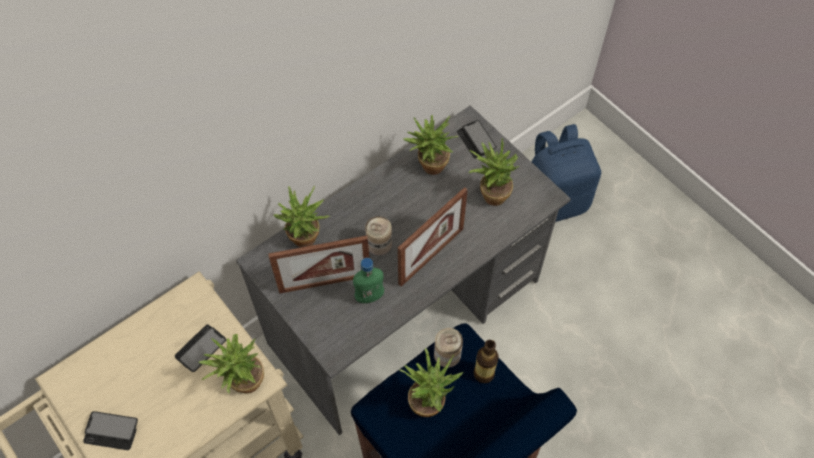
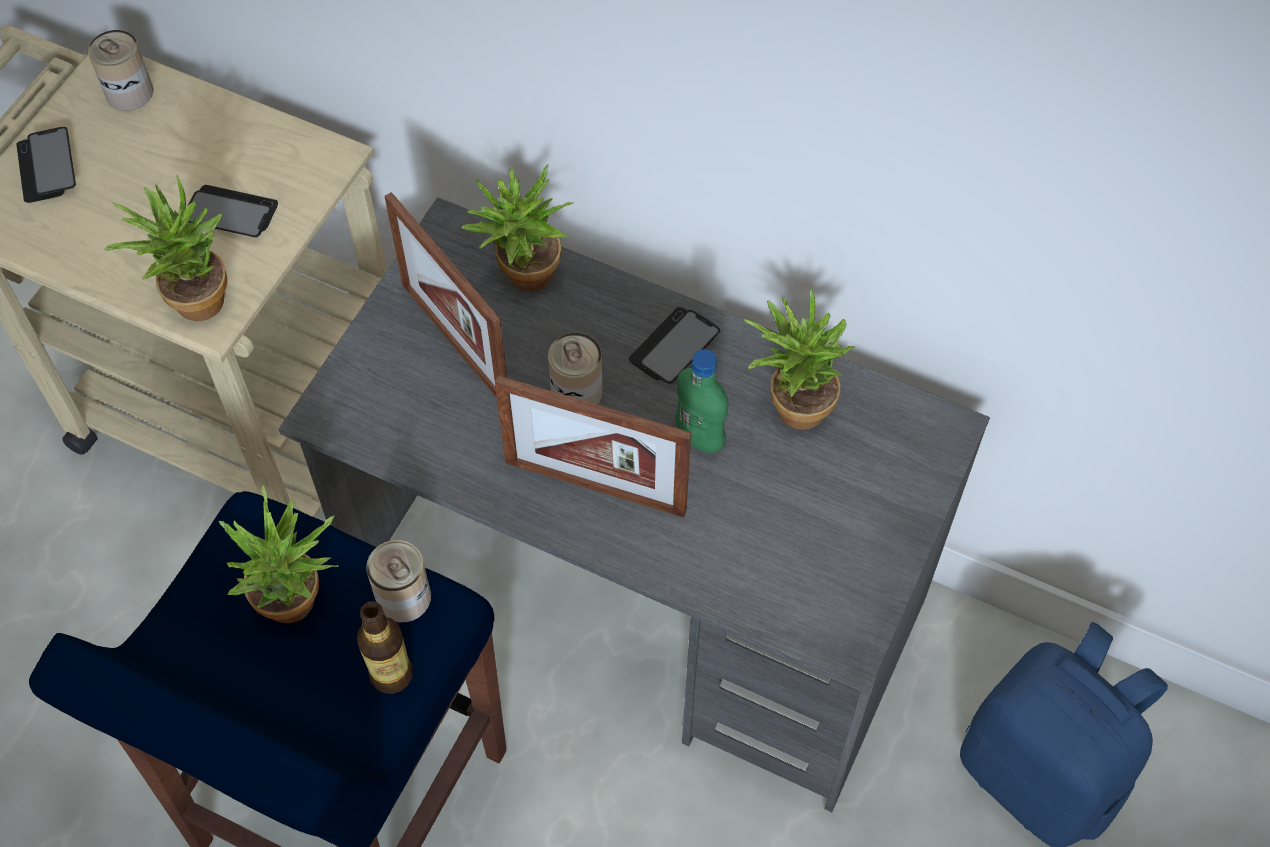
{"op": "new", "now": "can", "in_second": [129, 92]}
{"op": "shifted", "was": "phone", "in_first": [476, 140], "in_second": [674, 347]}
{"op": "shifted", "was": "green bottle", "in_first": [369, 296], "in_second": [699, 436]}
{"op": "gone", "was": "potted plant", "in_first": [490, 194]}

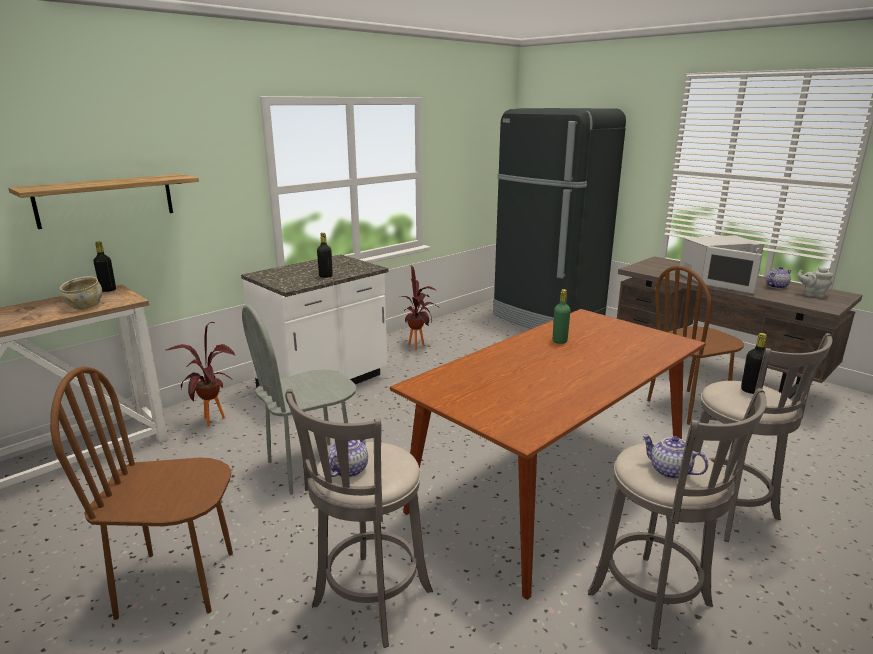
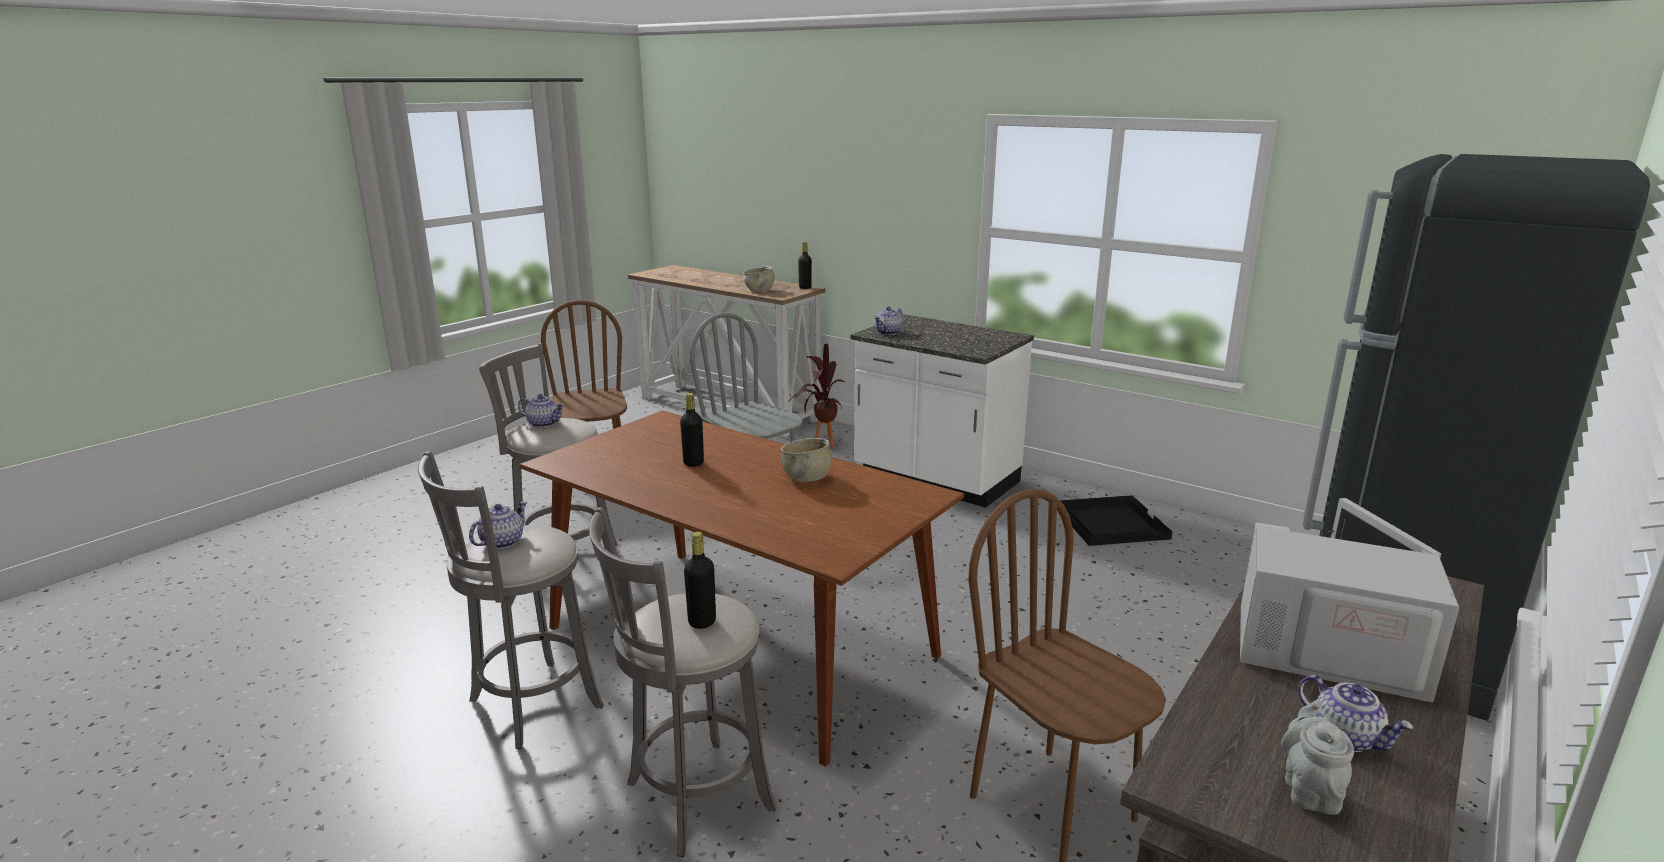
{"op": "shifted", "was": "black bottle", "in_first": [325, 276], "in_second": [693, 463]}
{"op": "swapped", "was": "green bottle", "now": "beige bowl", "in_first": [559, 341], "in_second": [807, 477]}
{"op": "new", "now": "teapot", "in_second": [888, 332]}
{"op": "swapped", "was": "potted plant", "now": "black tray", "in_first": [420, 345], "in_second": [1109, 522]}
{"op": "rotated", "was": "white microwave", "in_first": [716, 278], "in_second": [1332, 649], "clockwise": 135}
{"op": "gone", "was": "shelf", "in_first": [105, 200]}

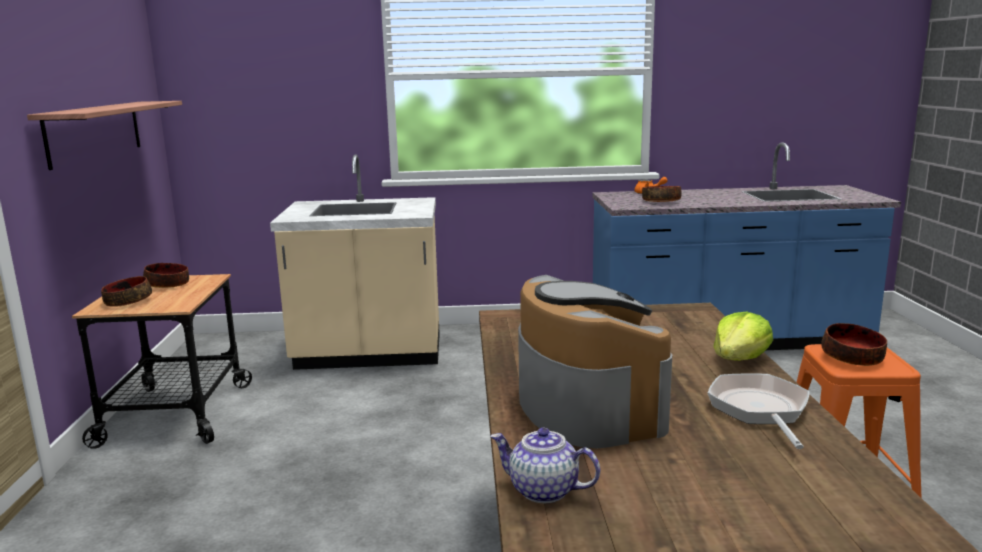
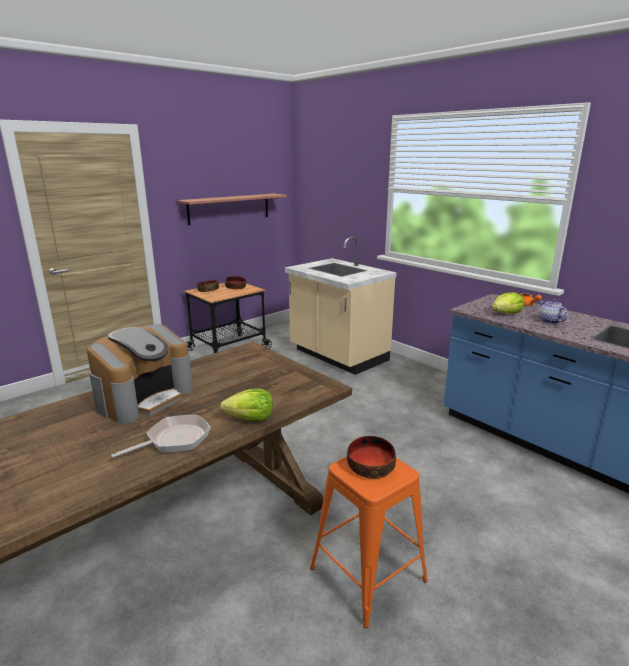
{"op": "swapped", "was": "bowl", "now": "lettuce", "in_first": [661, 201], "in_second": [506, 314]}
{"op": "shifted", "was": "teapot", "in_first": [542, 490], "in_second": [549, 321]}

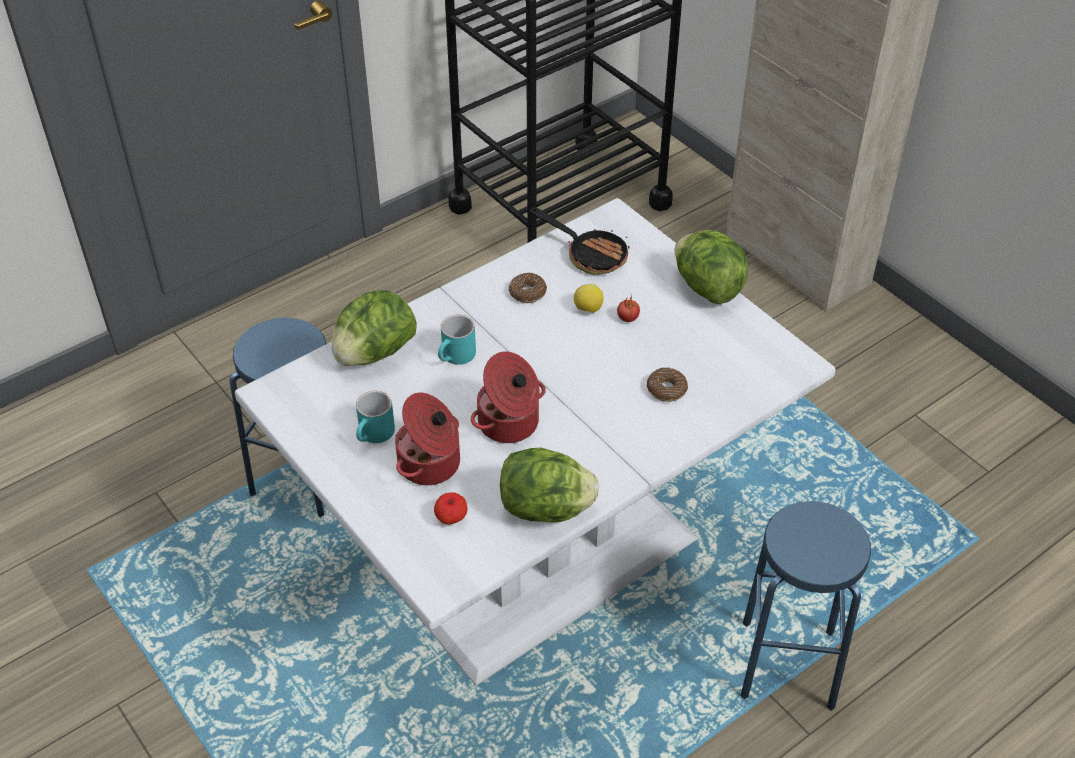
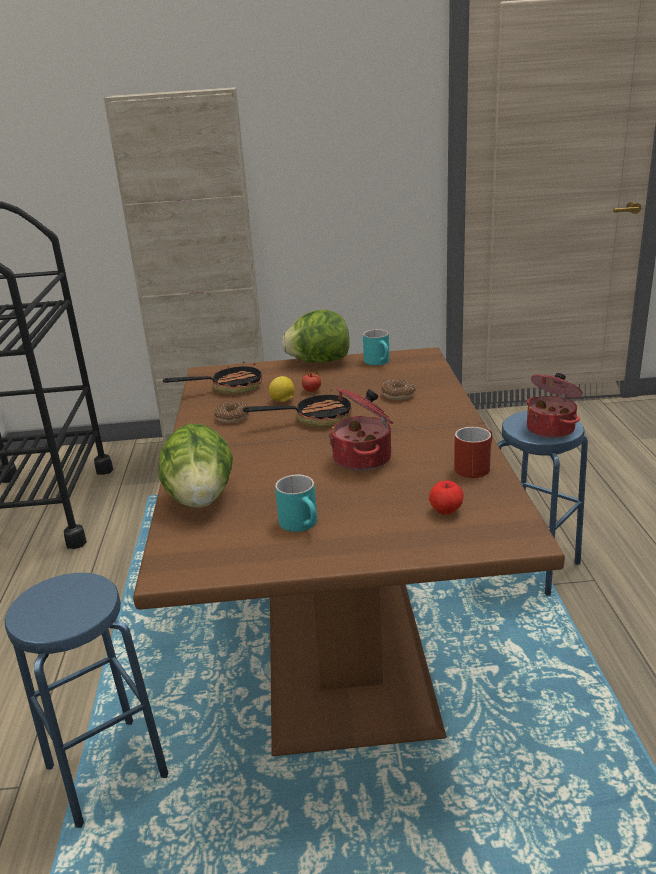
{"op": "repainted", "was": "white dining table", "now": "brown dining table", "in_first": [537, 554], "in_second": [341, 647]}
{"op": "new", "now": "frying pan", "in_second": [314, 419]}
{"op": "shifted", "was": "turquoise mug", "in_first": [456, 357], "in_second": [380, 362]}
{"op": "swapped", "was": "lettuce", "now": "red mug", "in_first": [546, 509], "in_second": [475, 466]}
{"op": "shifted", "was": "cooking pot", "in_first": [431, 464], "in_second": [551, 429]}

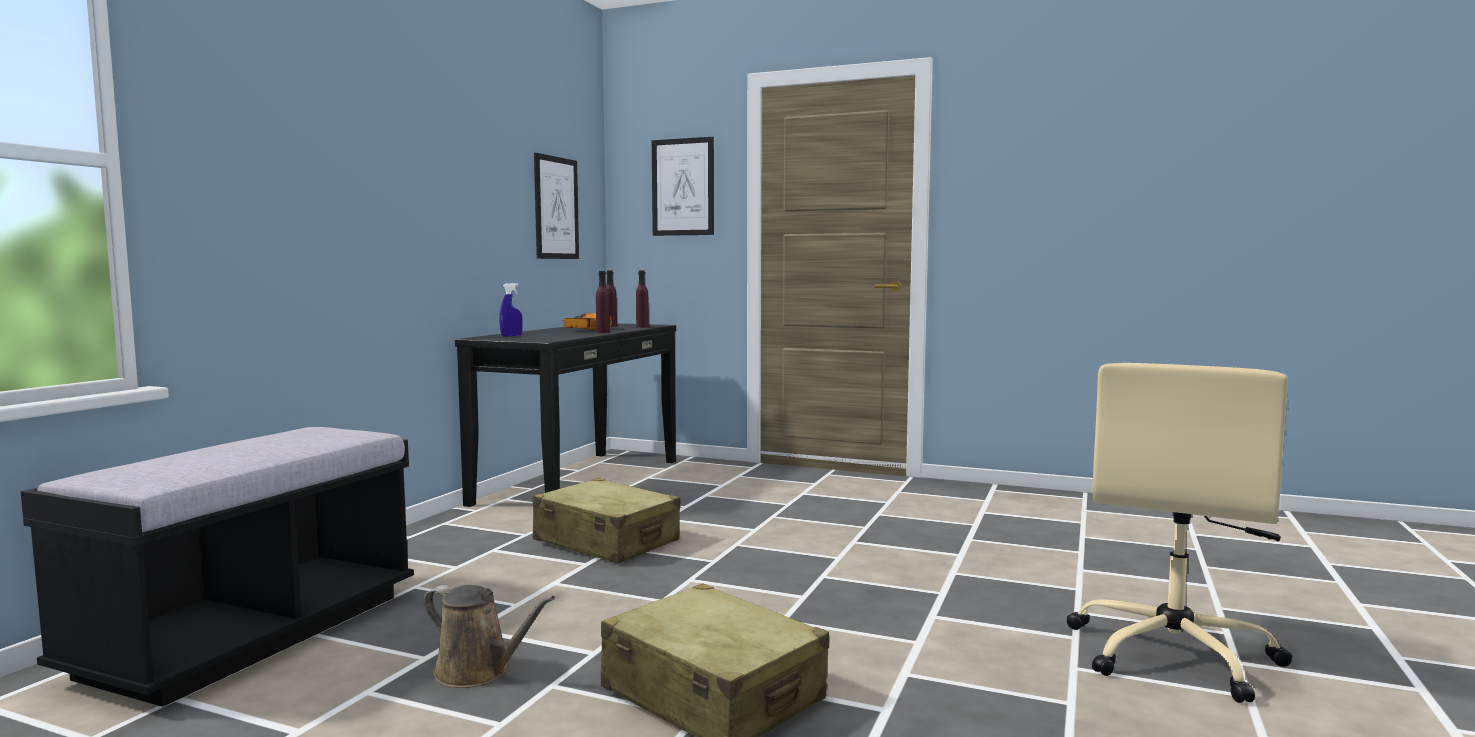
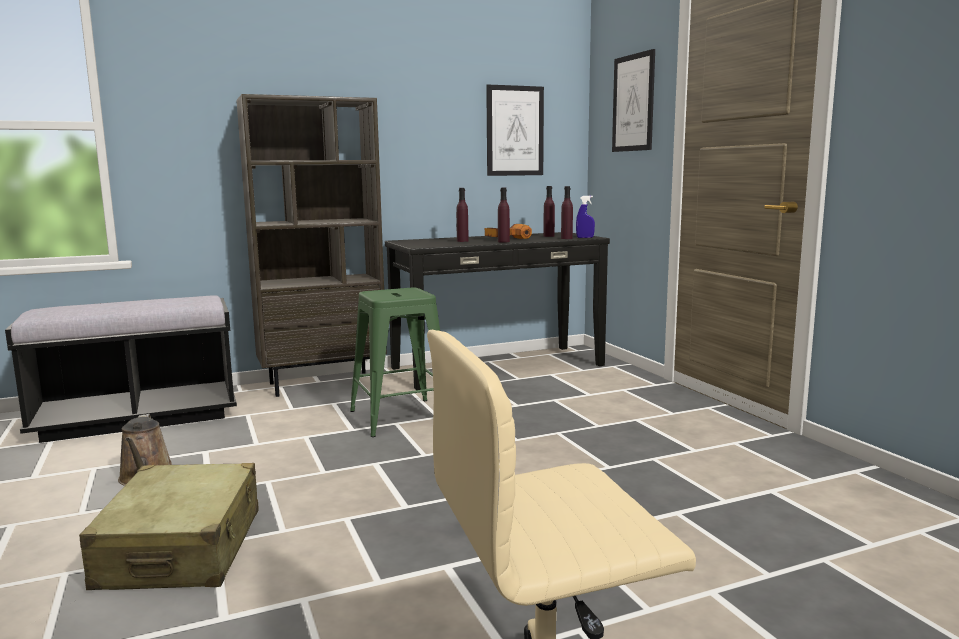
{"op": "new", "now": "brown bookcase", "in_second": [323, 383]}
{"op": "swapped", "was": "beige suitcase", "now": "green stool", "in_first": [606, 541], "in_second": [401, 417]}
{"op": "new", "now": "purple bottle", "in_second": [462, 241]}
{"op": "shifted", "was": "blue spray bottle", "in_first": [511, 336], "in_second": [585, 237]}

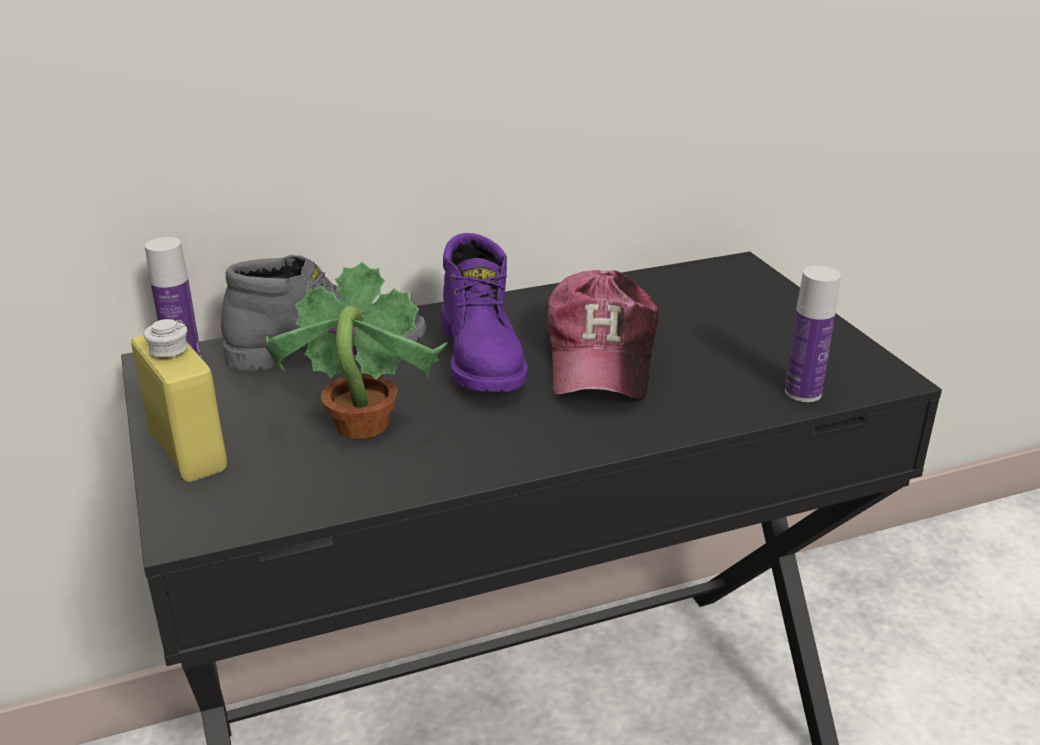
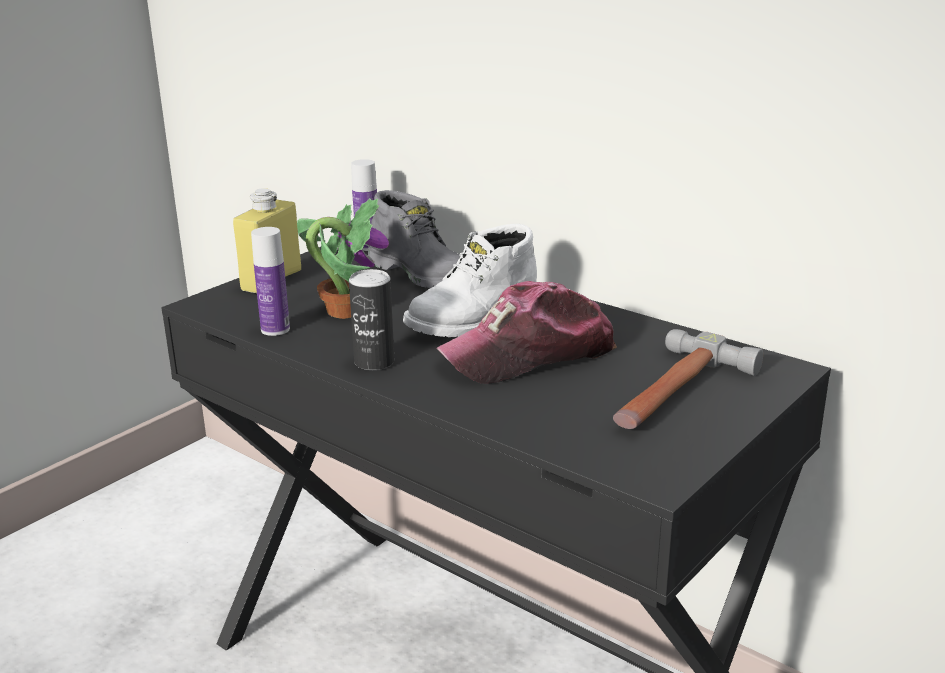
{"op": "shifted", "was": "bottle", "in_first": [803, 392], "in_second": [275, 329]}
{"op": "new", "now": "can", "in_second": [374, 362]}
{"op": "repainted", "was": "purple boot", "now": "white boot", "in_first": [483, 357], "in_second": [475, 318]}
{"op": "new", "now": "hammer", "in_second": [674, 394]}

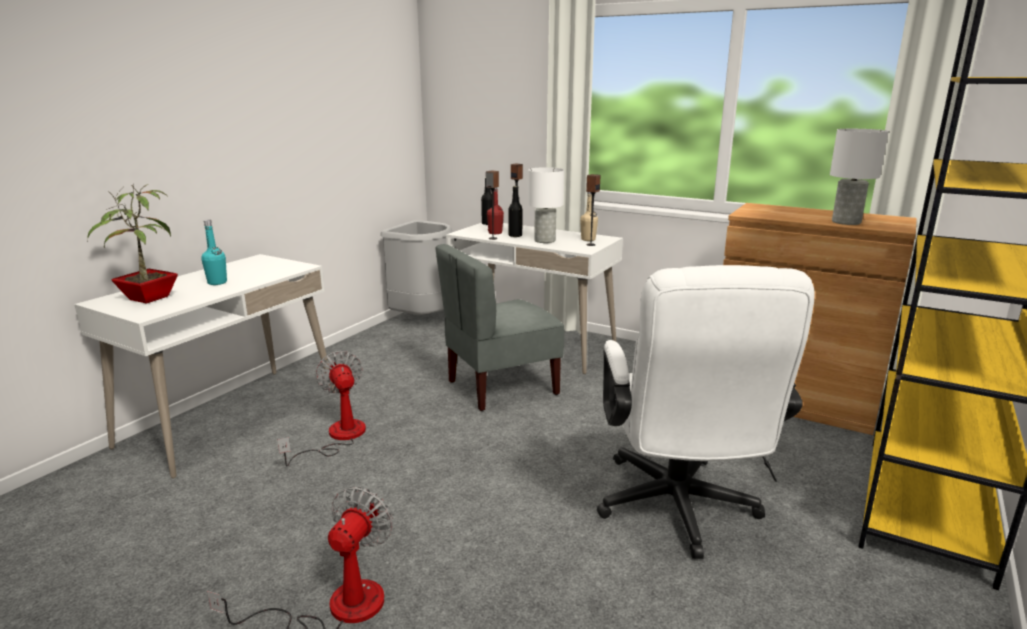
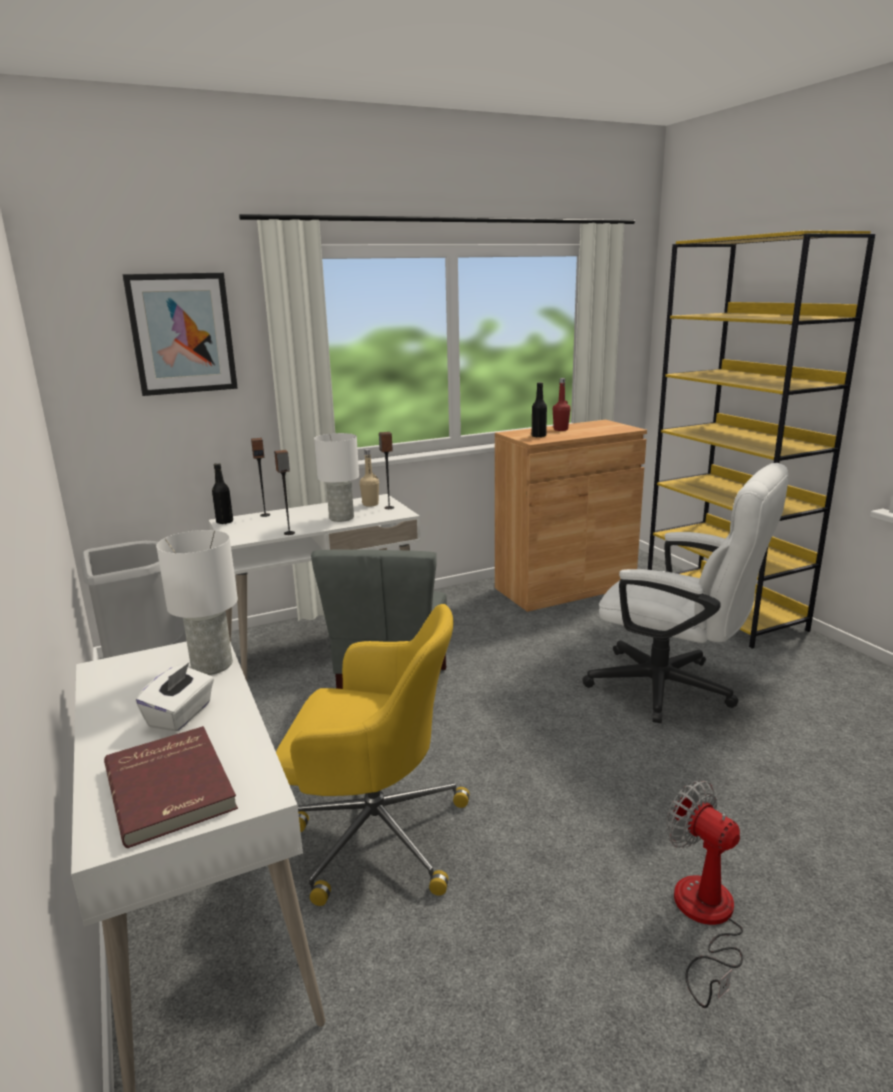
{"op": "swapped", "was": "potted plant", "now": "red book", "in_first": [147, 299], "in_second": [172, 787]}
{"op": "new", "now": "picture", "in_second": [182, 334]}
{"op": "swapped", "was": "turquoise bottle", "now": "white tissue box", "in_first": [217, 282], "in_second": [181, 715]}
{"op": "shifted", "was": "white table lamp", "in_first": [847, 222], "in_second": [213, 665]}
{"op": "swapped", "was": "fan", "now": "yellow office chair", "in_first": [337, 437], "in_second": [374, 833]}
{"op": "shifted", "was": "black bottle", "in_first": [515, 236], "in_second": [538, 436]}
{"op": "shifted", "was": "red bottle", "in_first": [495, 233], "in_second": [560, 429]}

